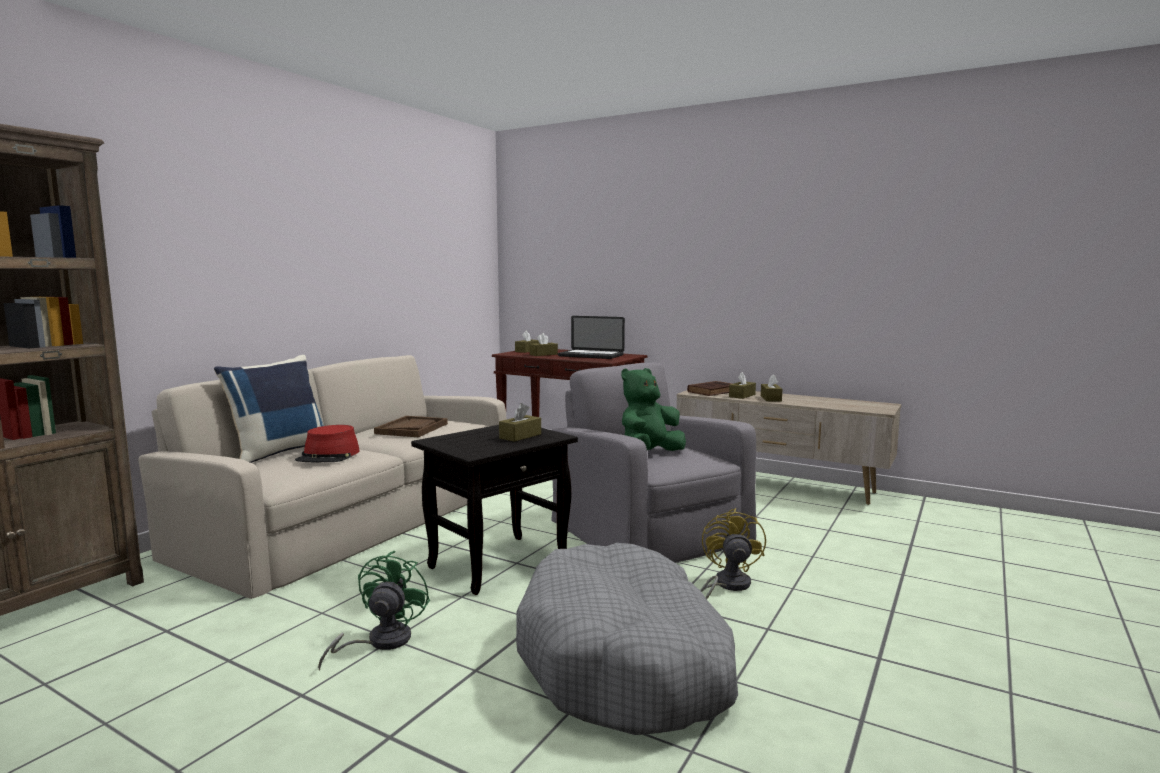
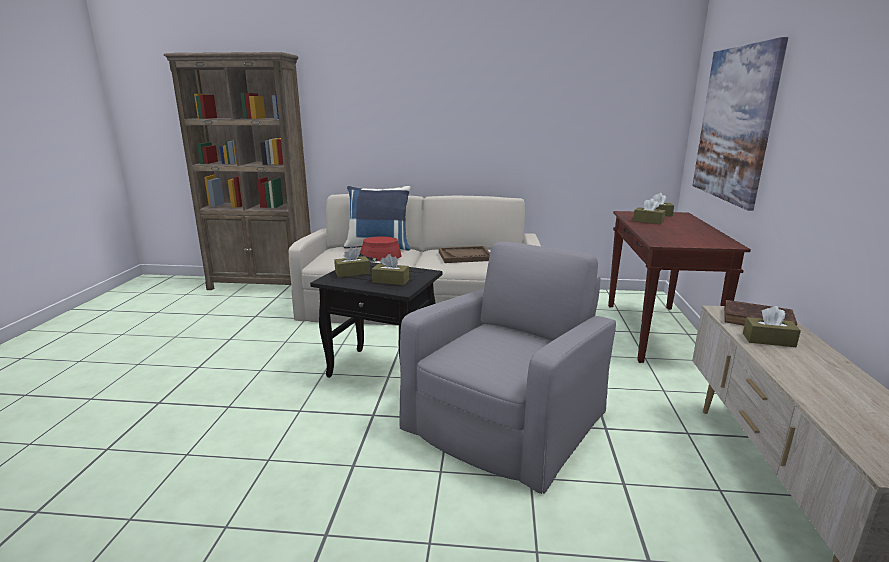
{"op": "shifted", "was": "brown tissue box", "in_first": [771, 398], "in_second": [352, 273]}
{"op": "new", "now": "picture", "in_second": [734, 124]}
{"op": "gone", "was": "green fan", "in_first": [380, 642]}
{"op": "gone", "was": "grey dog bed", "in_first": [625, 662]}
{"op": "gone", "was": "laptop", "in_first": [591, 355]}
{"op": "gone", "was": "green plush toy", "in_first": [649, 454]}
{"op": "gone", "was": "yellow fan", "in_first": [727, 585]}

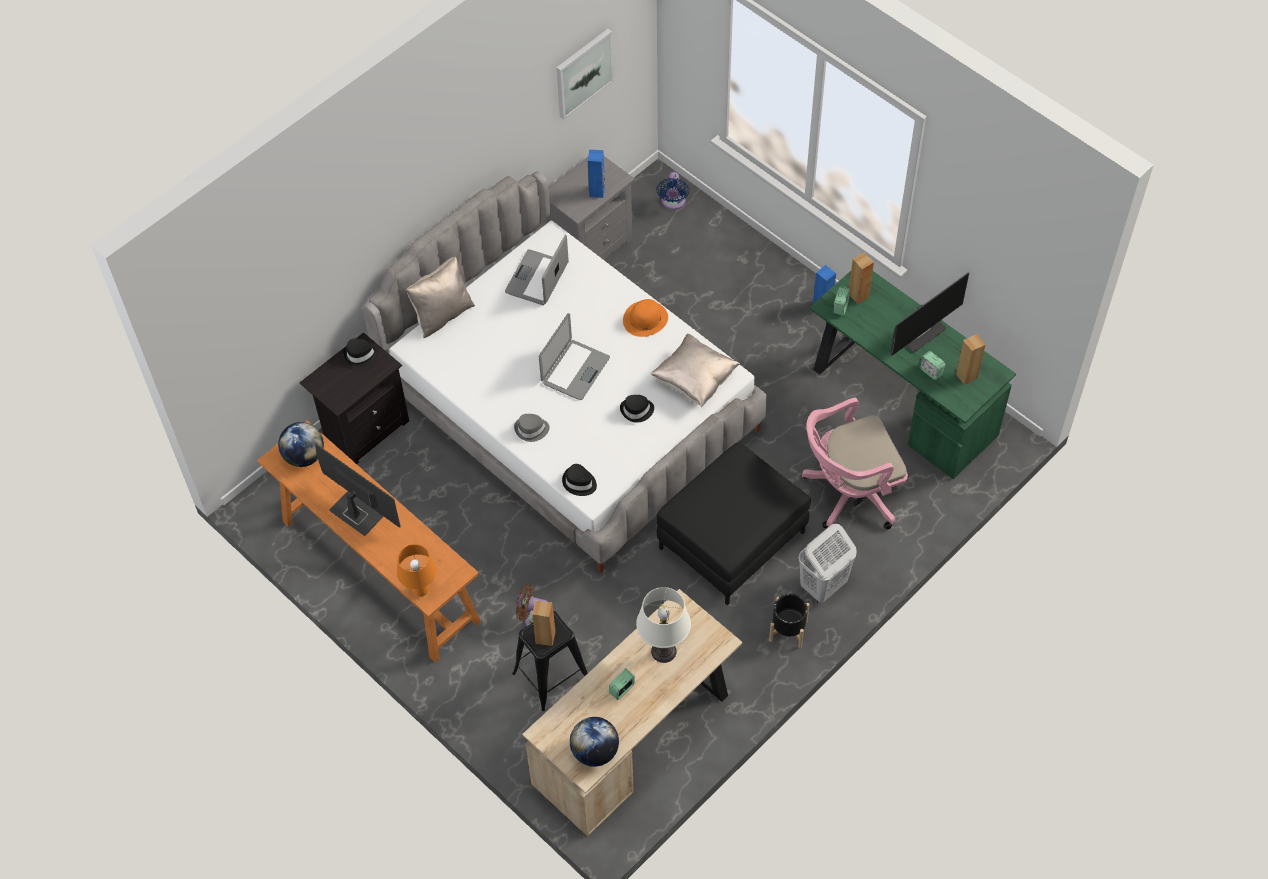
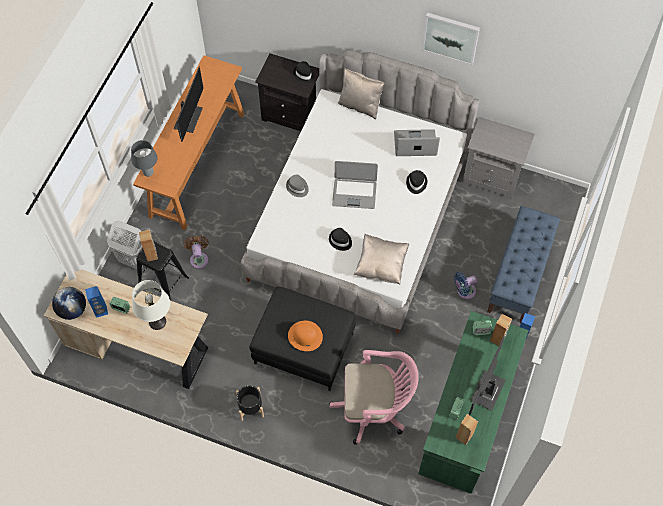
{"op": "shifted", "was": "blue speaker", "in_first": [597, 191], "in_second": [101, 311]}
{"op": "shifted", "was": "white laundry basket", "in_first": [823, 586], "in_second": [134, 259]}
{"op": "repainted", "was": "orange table lamp", "now": "grey table lamp", "in_first": [420, 590], "in_second": [148, 172]}
{"op": "shifted", "was": "orange hat", "in_first": [645, 319], "in_second": [305, 336]}
{"op": "rotated", "was": "pink office chair", "in_first": [849, 493], "in_second": [374, 408], "clockwise": 135}
{"op": "shifted", "was": "black hat", "in_first": [579, 482], "in_second": [416, 183]}
{"op": "shifted", "was": "picture", "in_first": [583, 73], "in_second": [450, 37]}
{"op": "shifted", "was": "blue fan", "in_first": [673, 202], "in_second": [464, 291]}
{"op": "rotated", "was": "monitor", "in_first": [920, 331], "in_second": [487, 391], "clockwise": 90}
{"op": "new", "now": "blue bench", "in_second": [518, 275]}
{"op": "gone", "was": "globe", "in_first": [304, 456]}

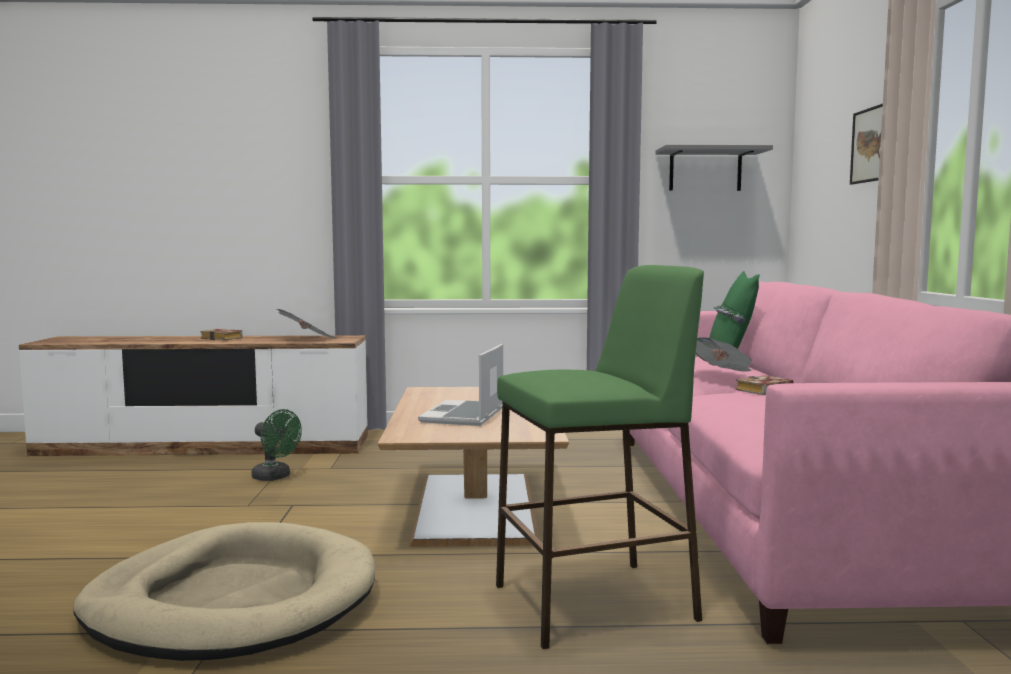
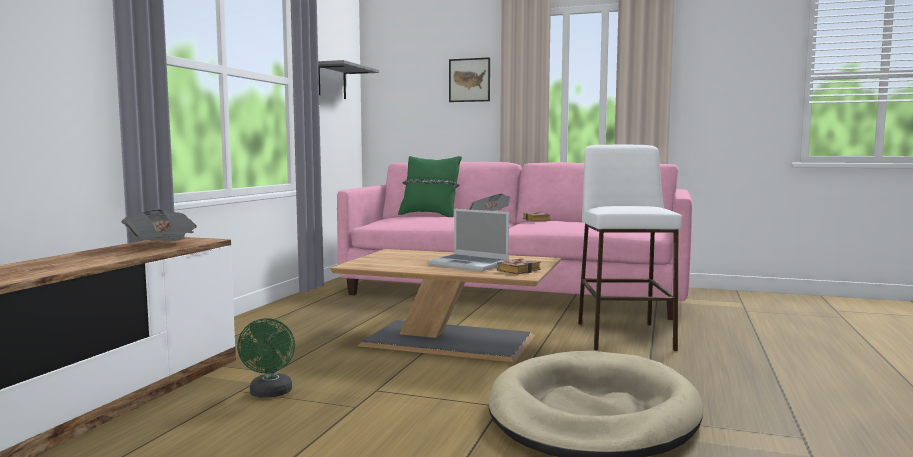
{"op": "rotated", "was": "green fan", "in_first": [275, 477], "in_second": [270, 393], "clockwise": 120}
{"op": "shifted", "was": "book", "in_first": [223, 338], "in_second": [518, 270]}
{"op": "repainted", "was": "green stool", "now": "white stool", "in_first": [595, 602], "in_second": [624, 336]}

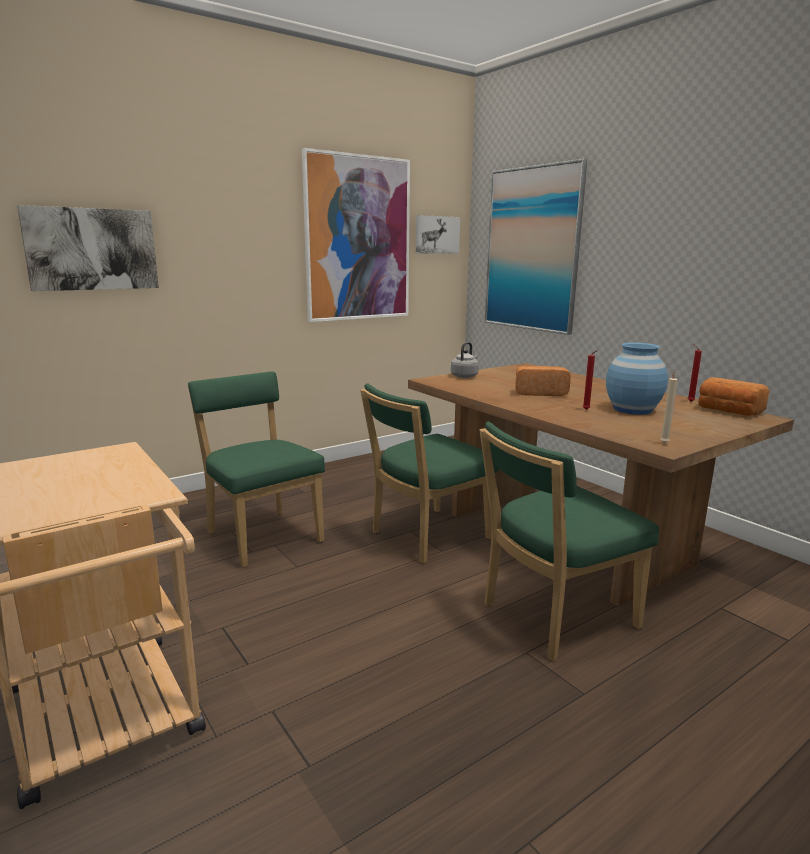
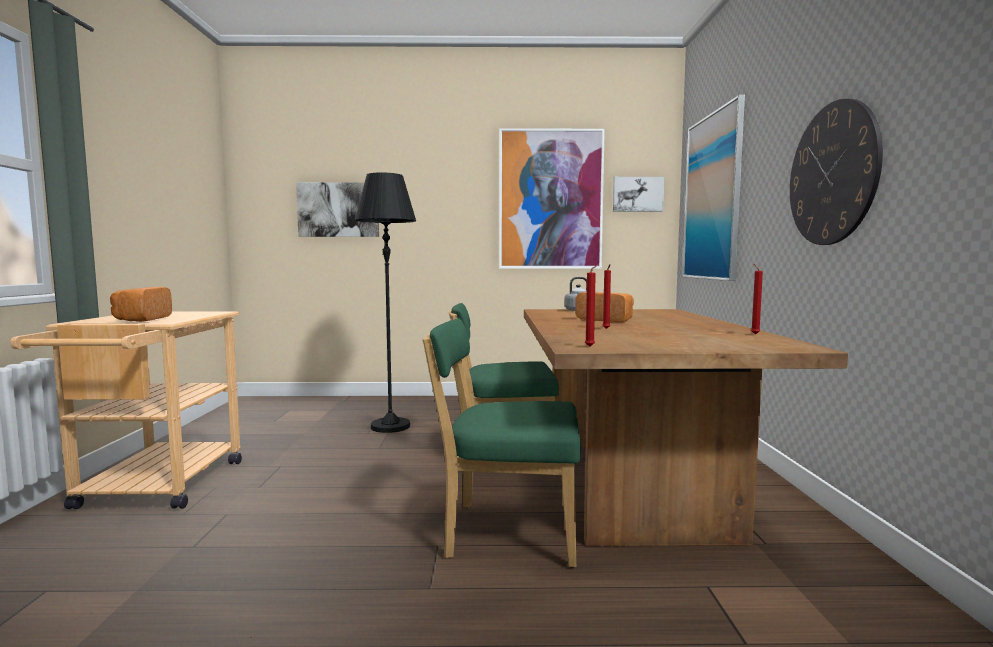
{"op": "shifted", "was": "bread", "in_first": [728, 411], "in_second": [141, 319]}
{"op": "swapped", "was": "green chair", "now": "black floor lamp", "in_first": [262, 535], "in_second": [390, 426]}
{"op": "repainted", "was": "beige candle", "now": "red candle", "in_first": [664, 443], "in_second": [591, 346]}
{"op": "new", "now": "wall clock", "in_second": [832, 174]}
{"op": "gone", "was": "blue vase", "in_first": [632, 410]}

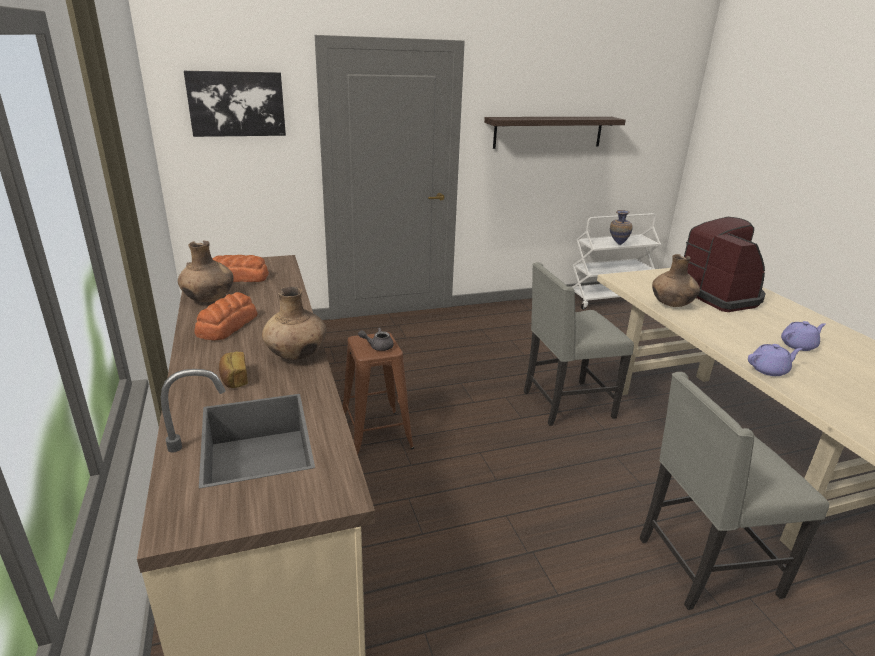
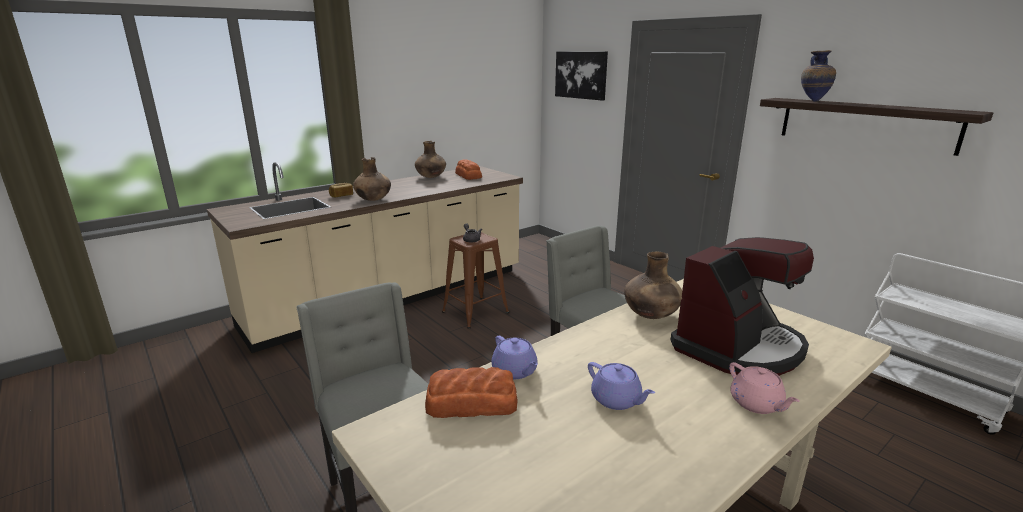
{"op": "shifted", "was": "bread", "in_first": [226, 325], "in_second": [470, 403]}
{"op": "new", "now": "pink teapot", "in_second": [757, 404]}
{"op": "shifted", "was": "vase", "in_first": [617, 244], "in_second": [813, 101]}

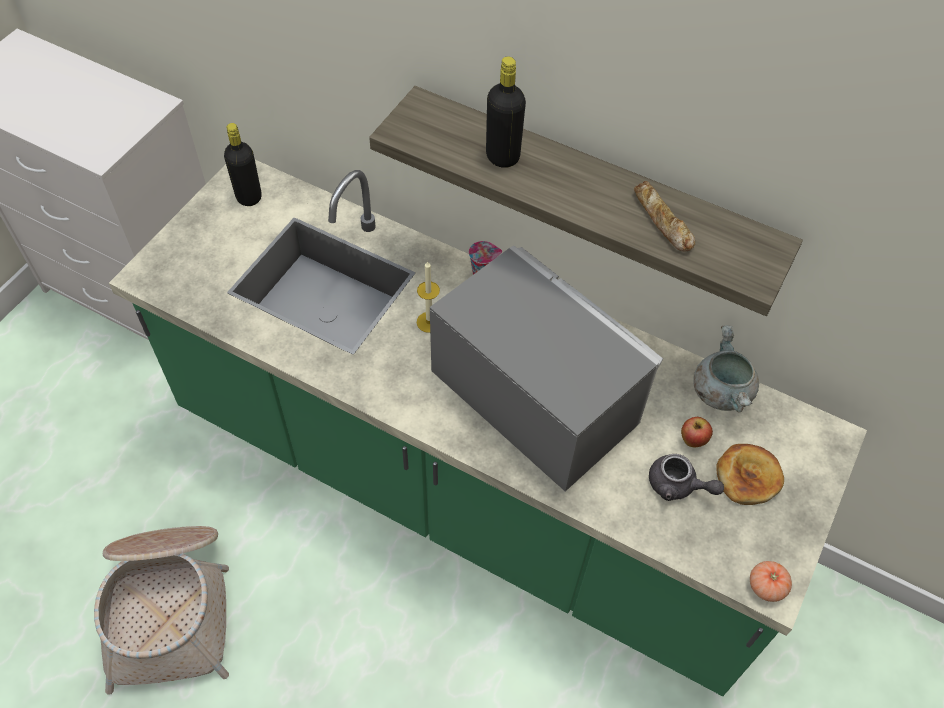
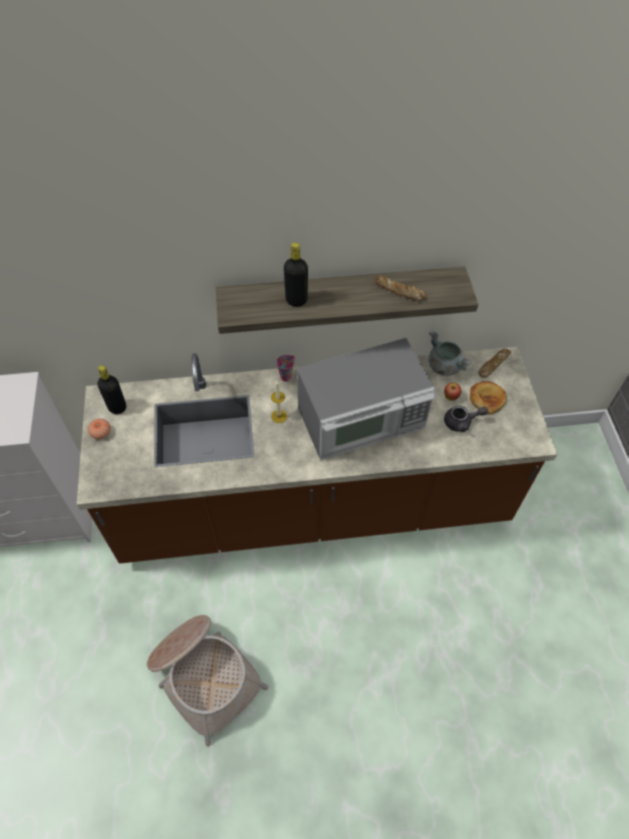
{"op": "repainted", "was": "green counter", "now": "brown counter", "in_first": [467, 488], "in_second": [313, 504]}
{"op": "shifted", "was": "tomato", "in_first": [766, 586], "in_second": [101, 433]}
{"op": "rotated", "was": "microwave", "in_first": [536, 393], "in_second": [362, 419], "clockwise": 150}
{"op": "new", "now": "bread", "in_second": [493, 364]}

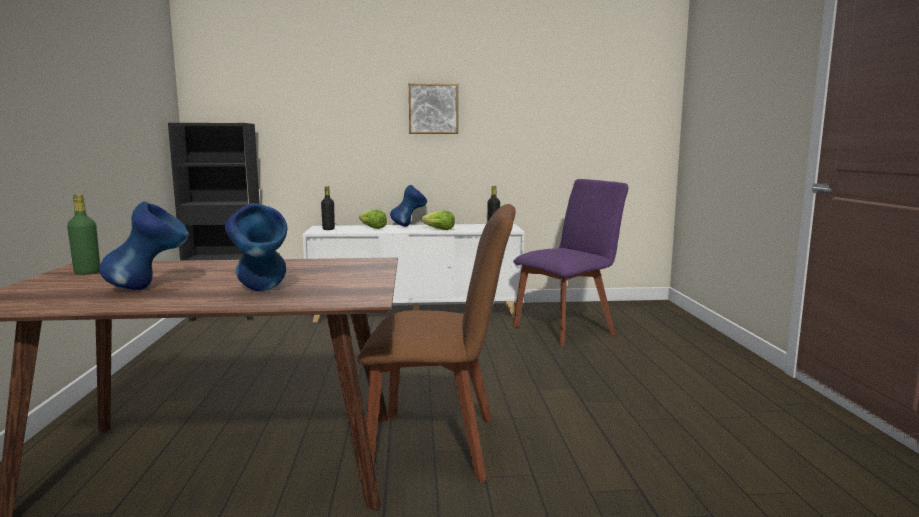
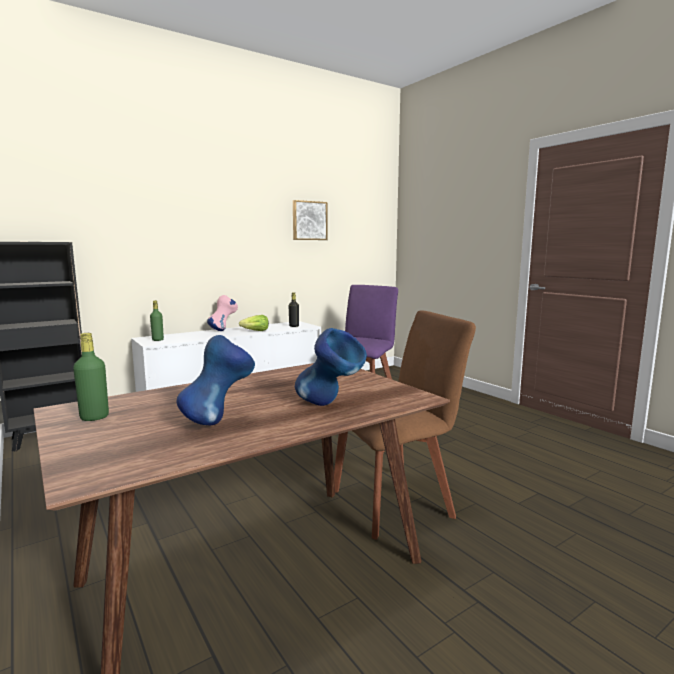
{"op": "repainted", "was": "black bottle", "now": "green bottle", "in_first": [328, 229], "in_second": [158, 340]}
{"op": "repainted", "was": "blue vase", "now": "pink vase", "in_first": [409, 226], "in_second": [223, 330]}
{"op": "shifted", "was": "picture", "in_first": [433, 109], "in_second": [309, 220]}
{"op": "gone", "was": "lettuce", "in_first": [372, 228]}

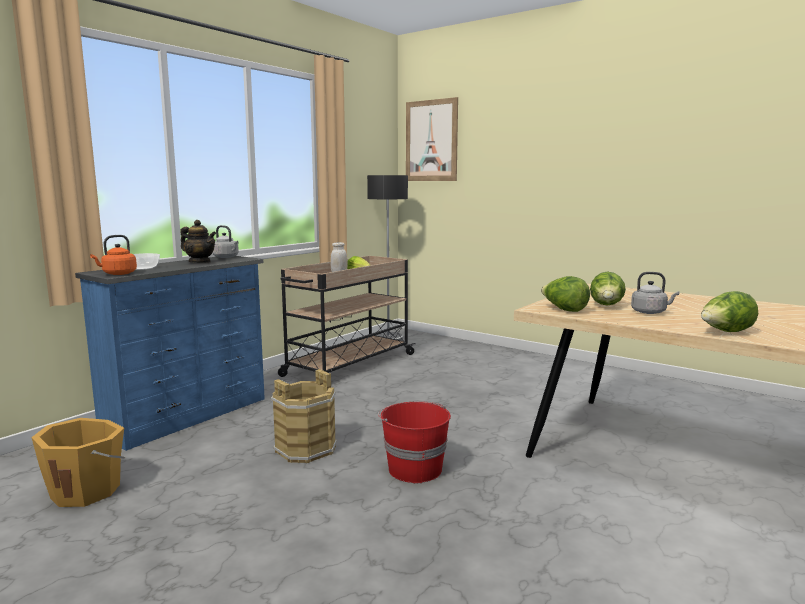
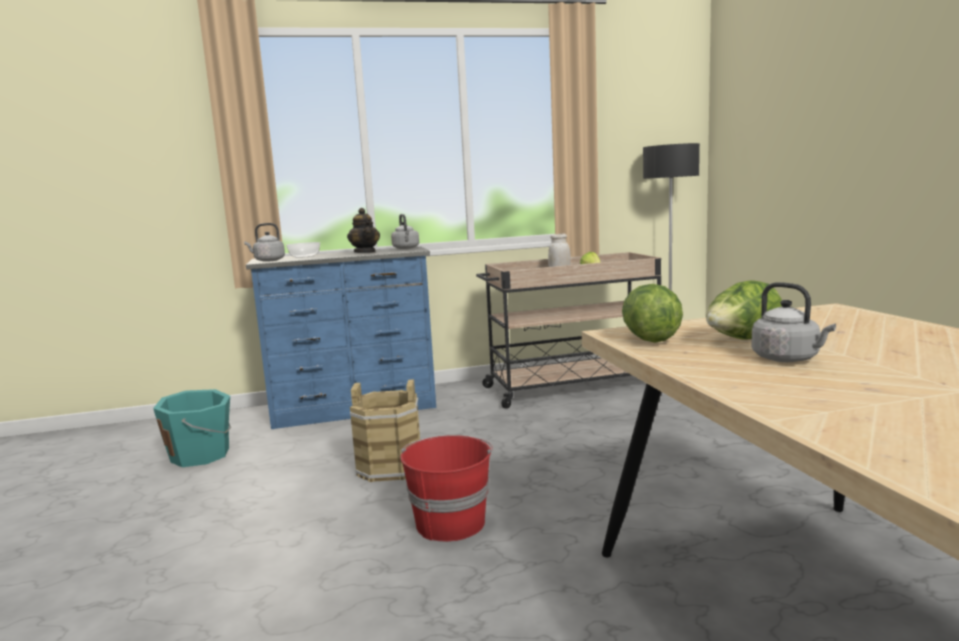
{"op": "repainted", "was": "orange bucket", "now": "turquoise bucket", "in_first": [87, 490], "in_second": [202, 455]}
{"op": "repainted", "was": "orange kettle", "now": "grey kettle", "in_first": [118, 274], "in_second": [268, 260]}
{"op": "gone", "was": "picture", "in_first": [431, 141]}
{"op": "gone", "was": "lettuce", "in_first": [725, 332]}

